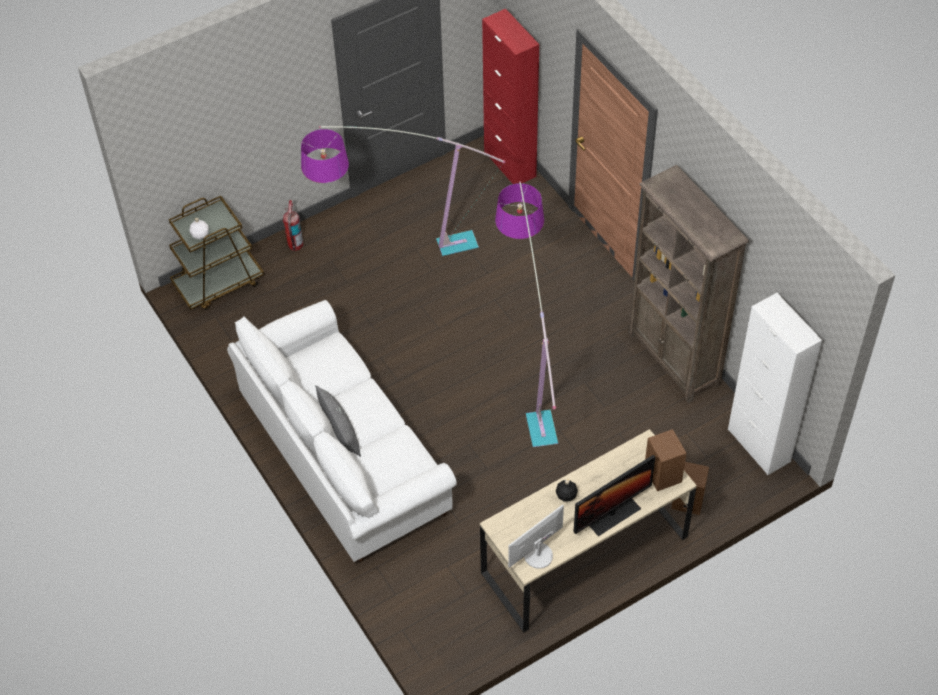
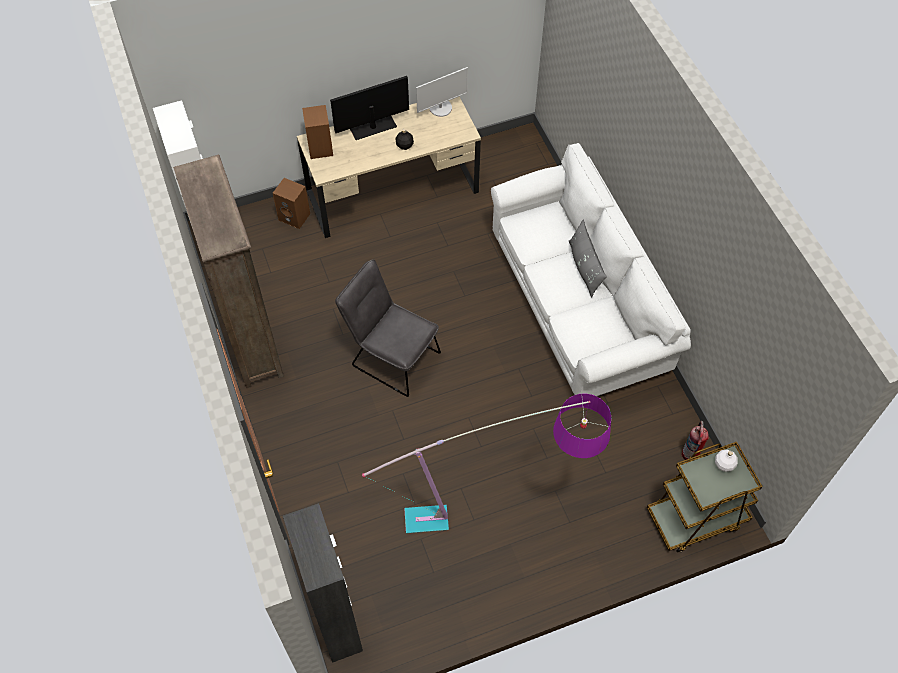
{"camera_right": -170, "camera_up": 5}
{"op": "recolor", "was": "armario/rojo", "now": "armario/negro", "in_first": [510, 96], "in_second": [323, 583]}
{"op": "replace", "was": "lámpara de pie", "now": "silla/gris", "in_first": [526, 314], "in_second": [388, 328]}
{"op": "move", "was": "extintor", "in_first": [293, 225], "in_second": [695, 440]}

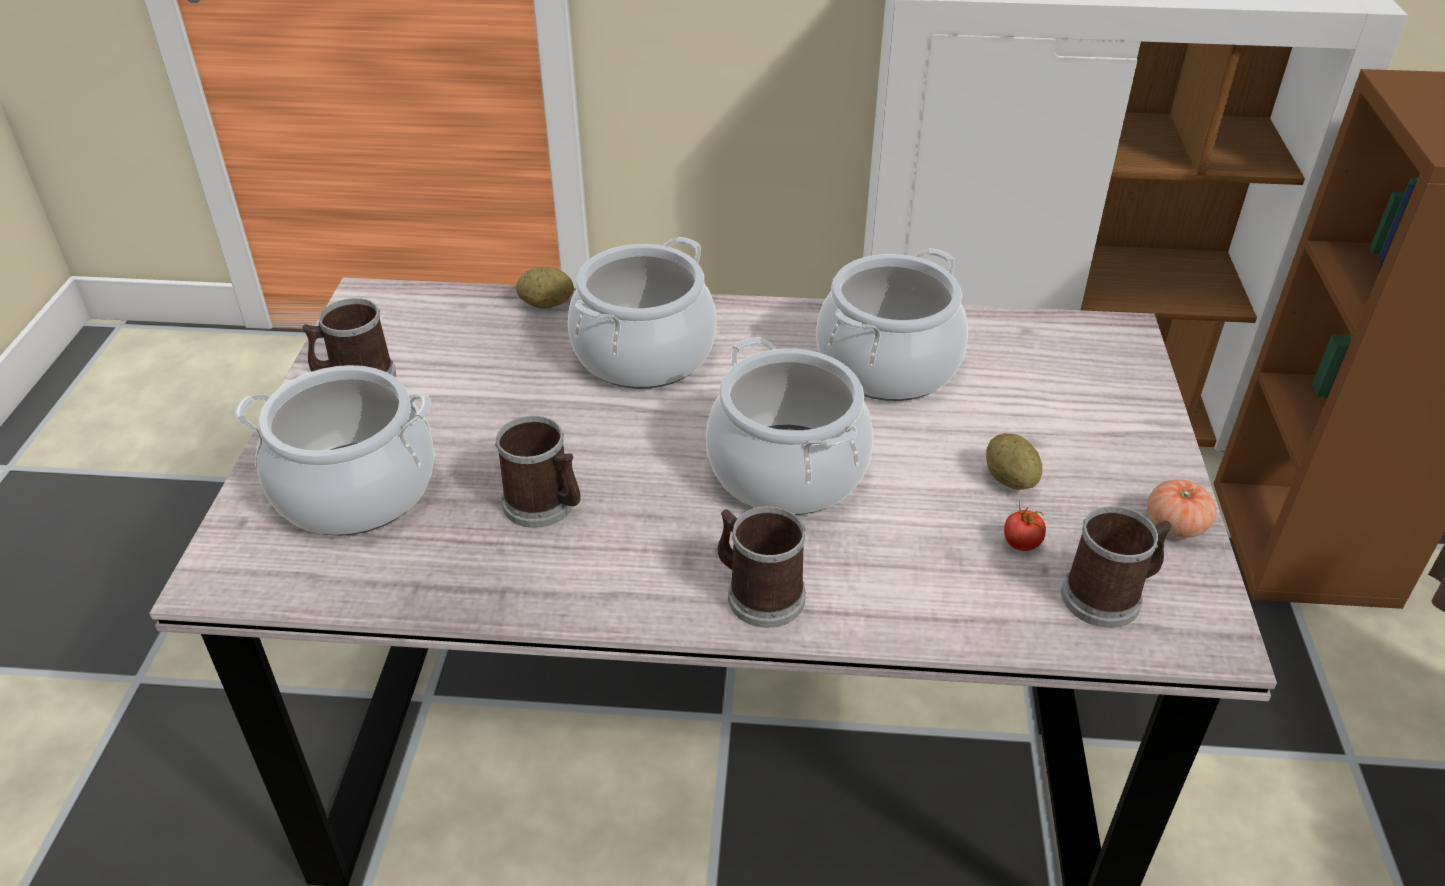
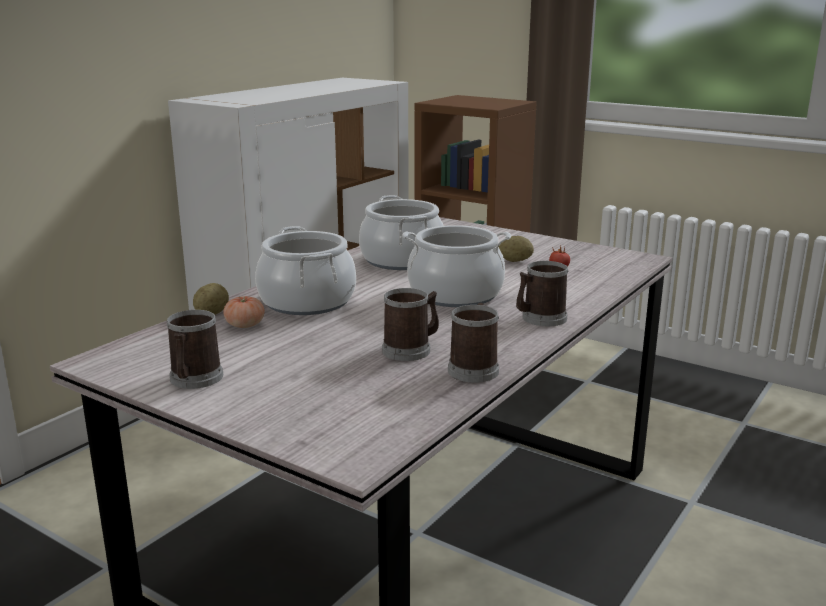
{"camera_right": -60, "camera_up": -20}
{"op": "delete", "was": "olla", "in_first": [334, 450]}
{"op": "move", "was": "tomate", "in_first": [1181, 509], "in_second": [244, 312]}
{"op": "move", "was": "taza grande", "in_first": [1116, 567], "in_second": [473, 343]}

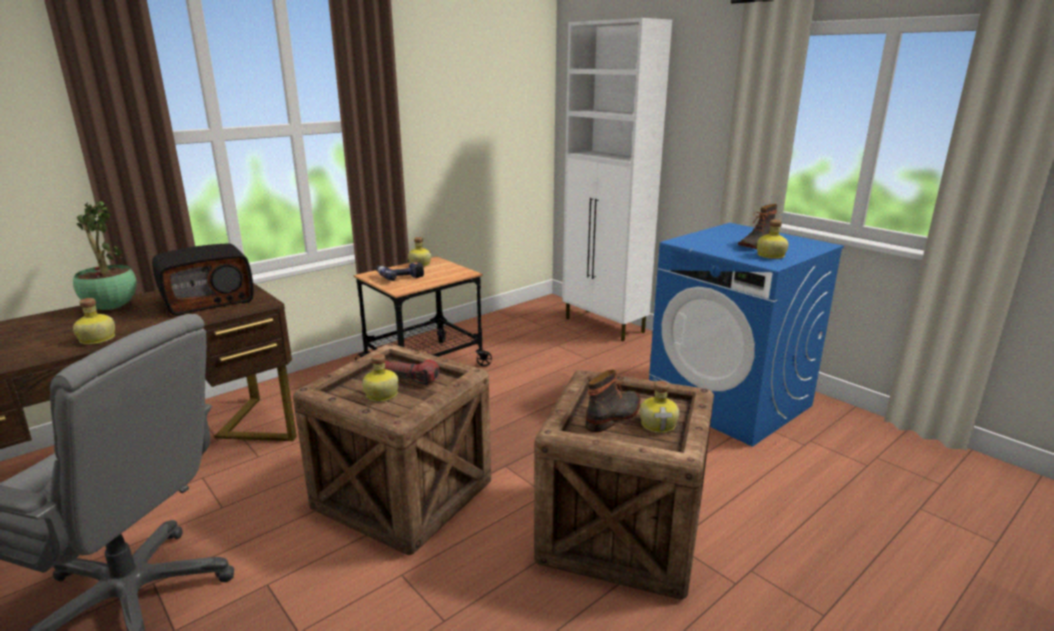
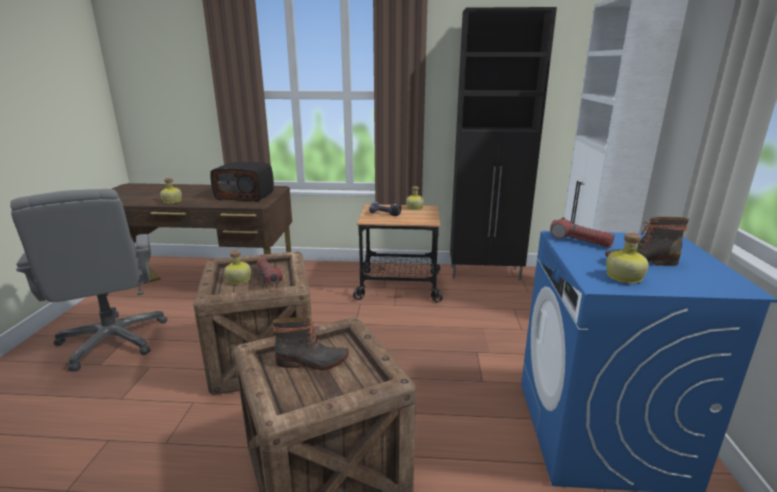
{"camera_right": 45, "camera_up": 0}
{"op": "delete", "was": "planta en maceta", "in_first": [105, 255]}
{"op": "delete", "was": "botella", "in_first": [659, 407]}
{"op": "insert", "now": "armario/negro", "in_second": [503, 143]}
{"op": "insert", "now": "linterna", "in_second": [582, 233]}

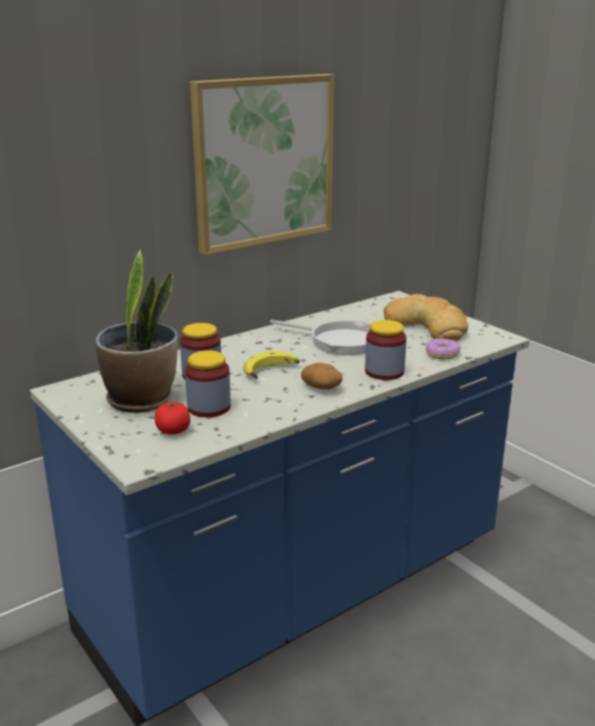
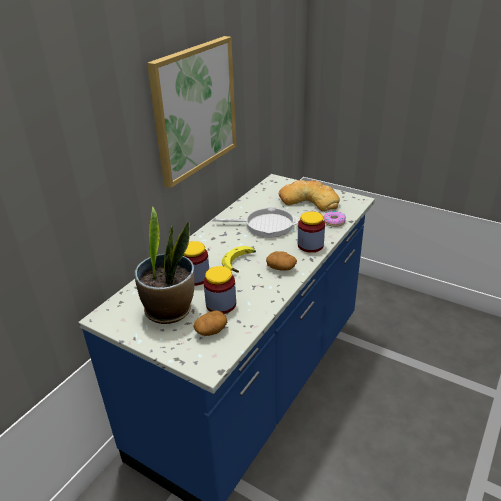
{"camera_right": -20, "camera_up": 10}
{"op": "replace", "was": "tomate", "now": "patata", "in_first": [172, 418], "in_second": [210, 323]}

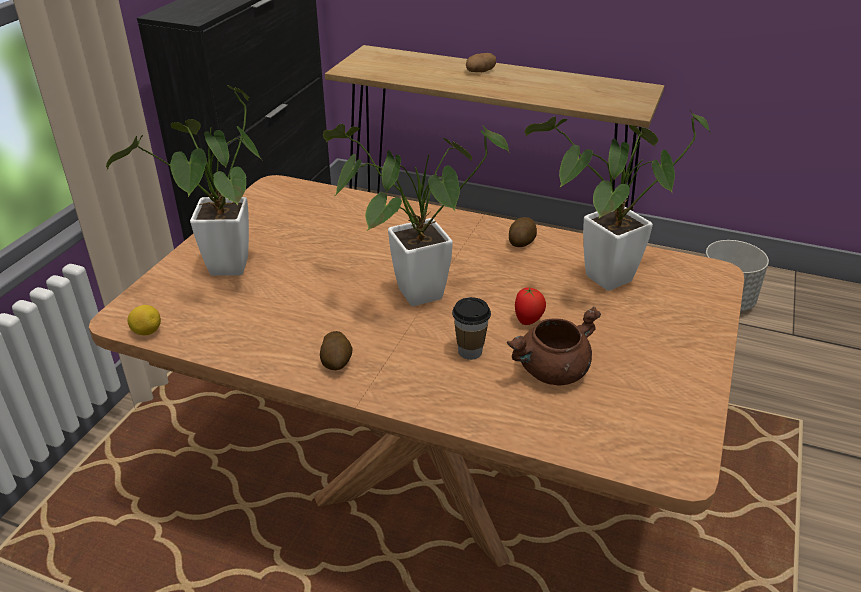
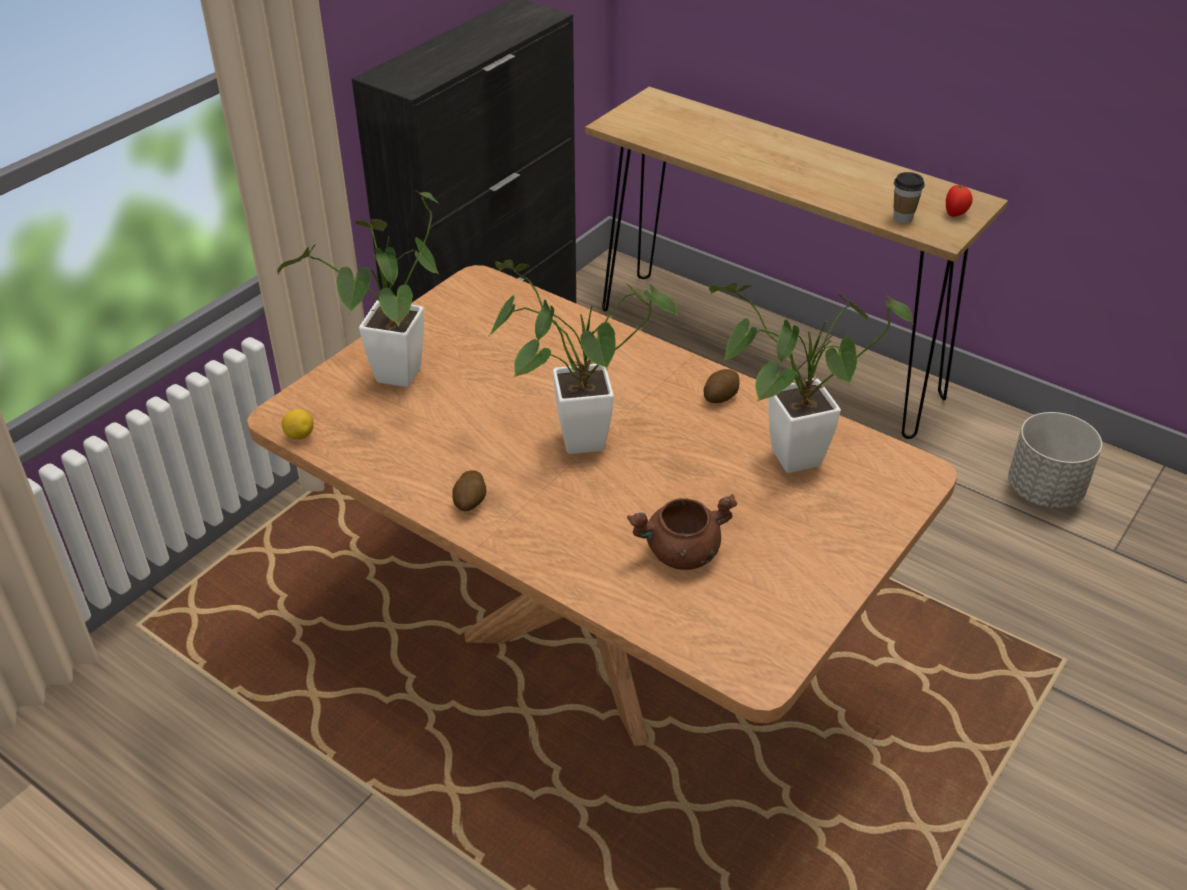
{"camera_right": 15, "camera_up": 5}
{"op": "delete", "was": "patata", "in_first": [481, 62]}
{"op": "move", "was": "tomate", "in_first": [530, 306], "in_second": [959, 200]}
{"op": "move", "was": "taza", "in_first": [471, 328], "in_second": [909, 197]}

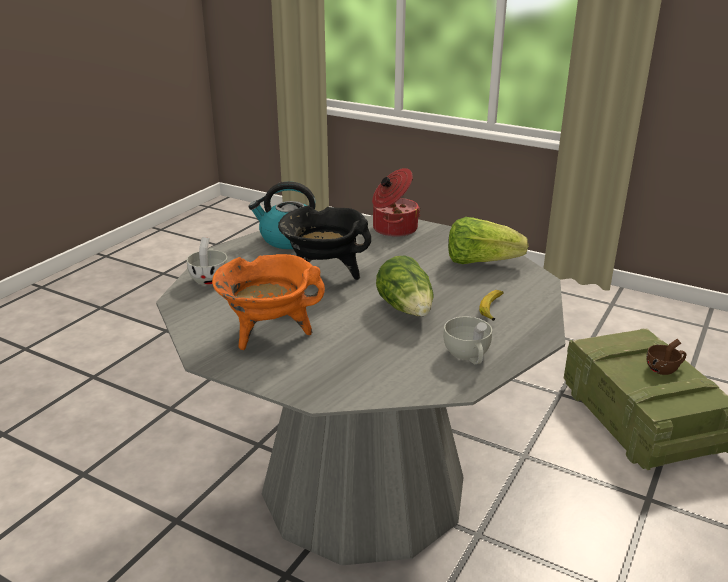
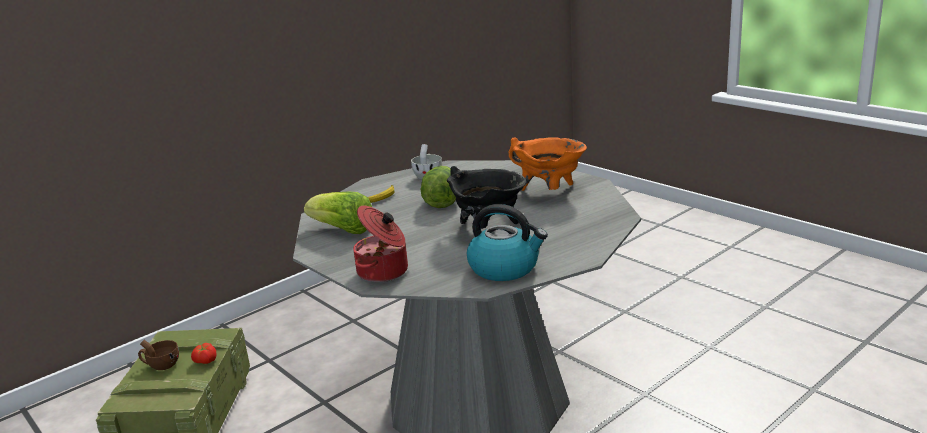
{"camera_right": -160, "camera_up": -5}
{"op": "delete", "was": "taza/blanco", "in_first": [207, 261]}
{"op": "insert", "now": "tomate", "in_second": [203, 353]}

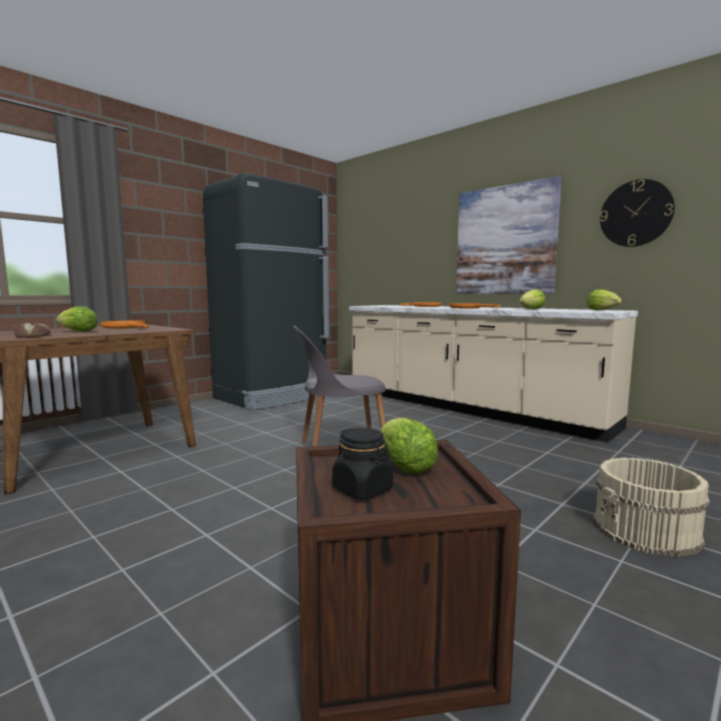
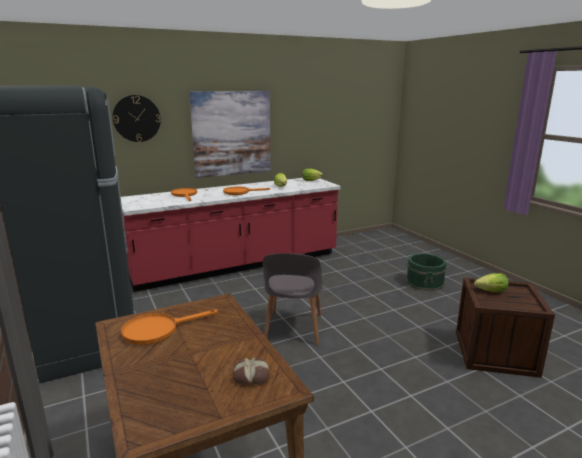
{"camera_right": -70, "camera_up": 10}
{"op": "move", "was": "reloj de pared", "in_first": [637, 213], "in_second": [136, 118]}
{"op": "recolor", "was": "mueble bajo de cocina/beis", "now": "mueble bajo de cocina/rojo", "in_first": [493, 373], "in_second": [231, 235]}
{"op": "delete", "was": "lechuga", "in_first": [77, 319]}
{"op": "delete", "was": "tarro/negro", "in_first": [362, 463]}
{"op": "recolor", "was": "cubo/beis", "now": "cubo/verde", "in_first": [651, 507], "in_second": [426, 272]}

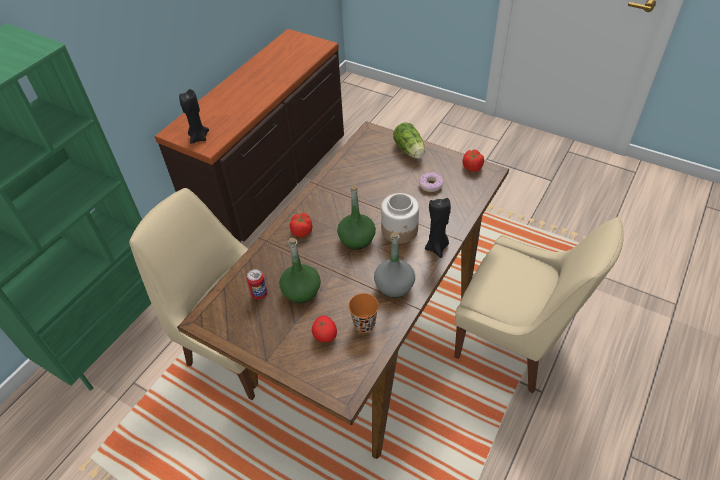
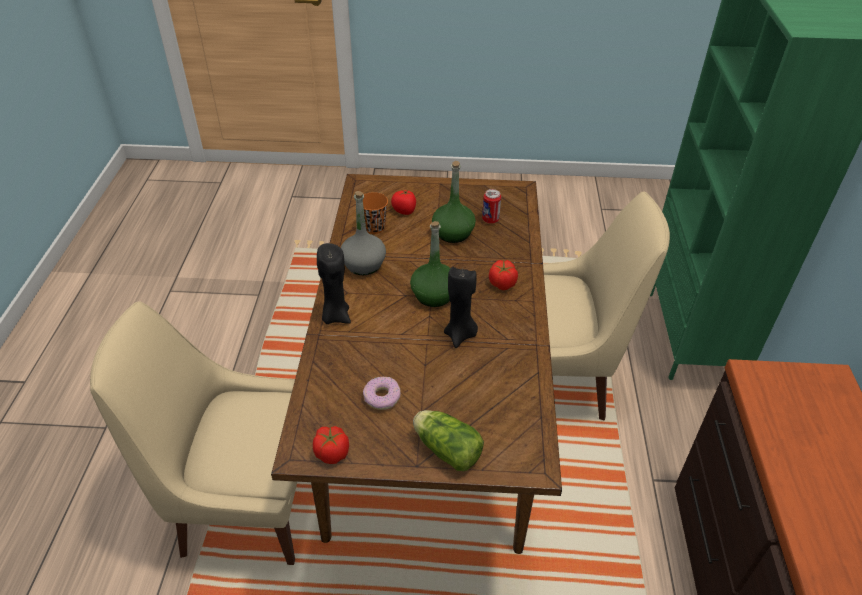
{"camera_right": 150, "camera_up": -5}
{"op": "move", "was": "vela/negro", "in_first": [194, 116], "in_second": [461, 307]}
{"op": "delete", "was": "tarro", "in_first": [400, 218]}

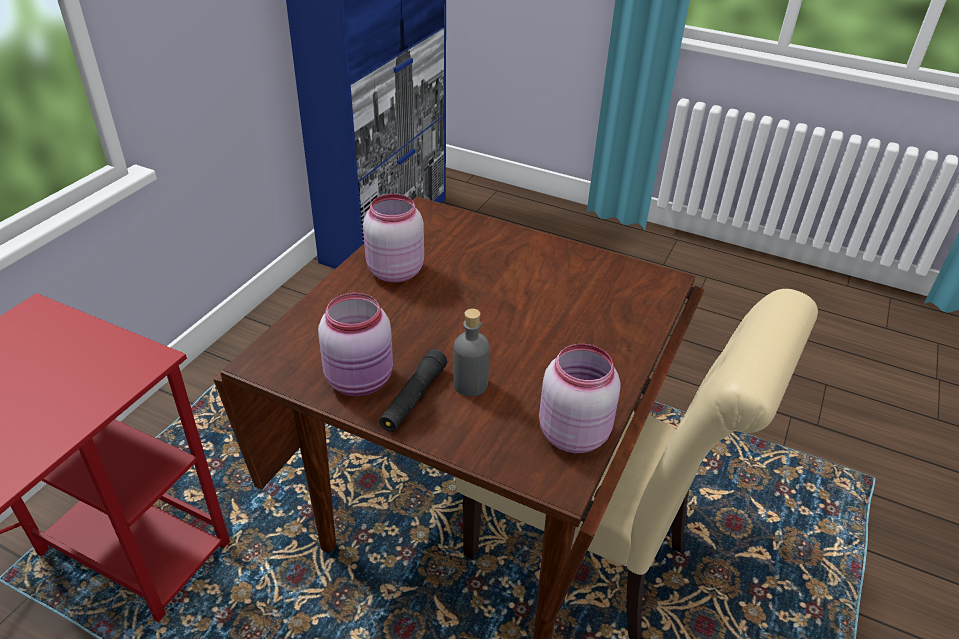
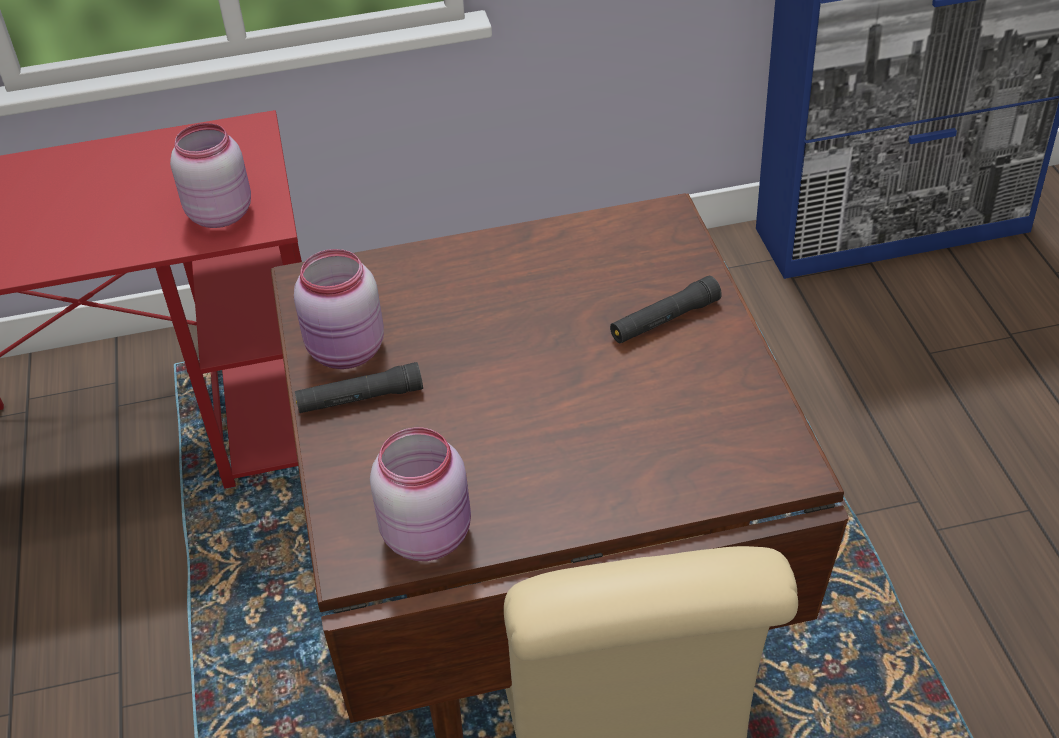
{"camera_right": 55, "camera_up": 5}
{"op": "move", "was": "tarro/rosa", "in_first": [393, 238], "in_second": [210, 175]}
{"op": "delete", "was": "botella/gris", "in_first": [471, 353]}
{"op": "insert", "now": "linterna/negro", "in_second": [666, 309]}

